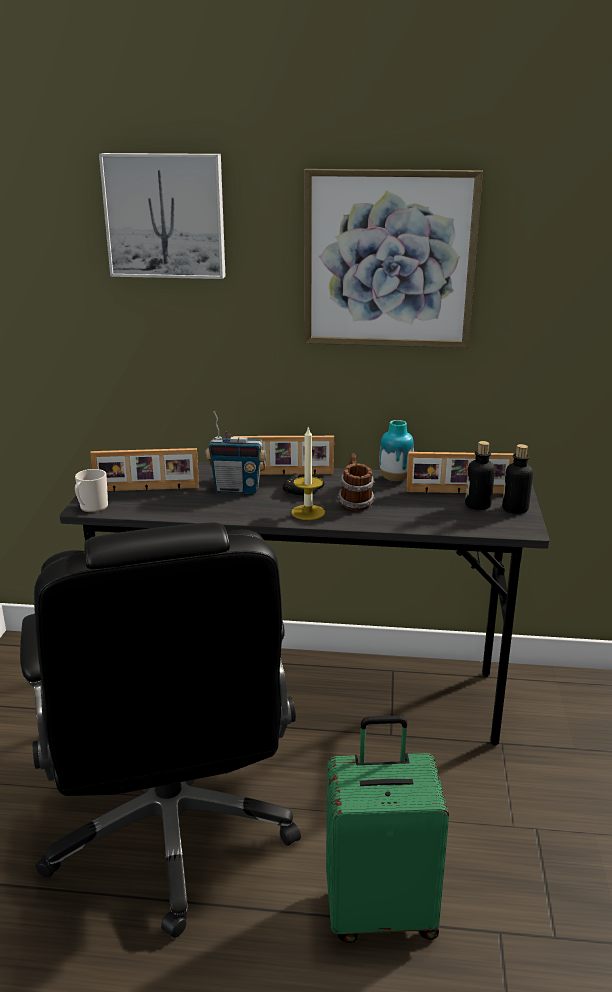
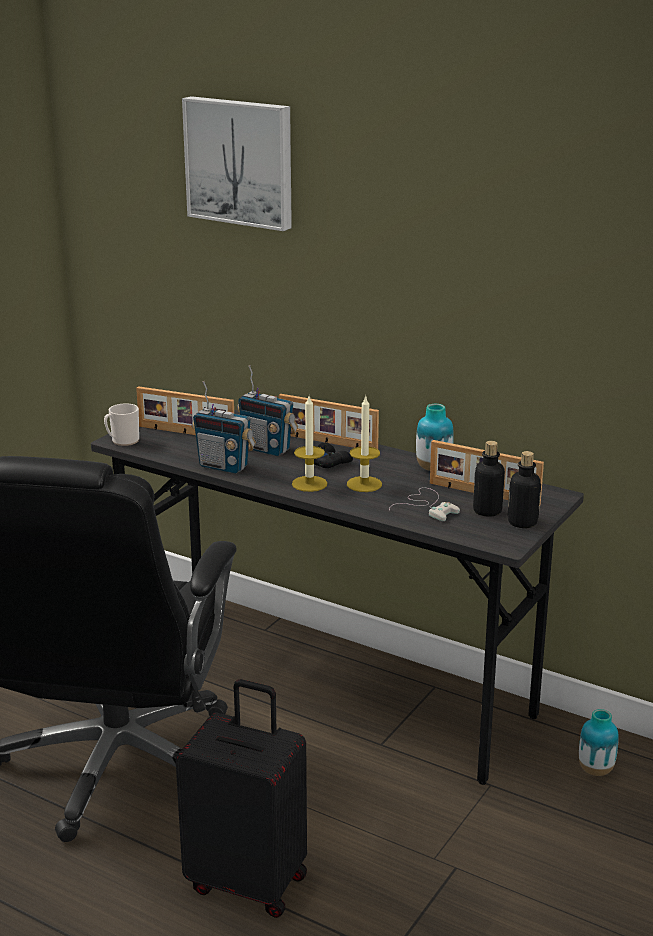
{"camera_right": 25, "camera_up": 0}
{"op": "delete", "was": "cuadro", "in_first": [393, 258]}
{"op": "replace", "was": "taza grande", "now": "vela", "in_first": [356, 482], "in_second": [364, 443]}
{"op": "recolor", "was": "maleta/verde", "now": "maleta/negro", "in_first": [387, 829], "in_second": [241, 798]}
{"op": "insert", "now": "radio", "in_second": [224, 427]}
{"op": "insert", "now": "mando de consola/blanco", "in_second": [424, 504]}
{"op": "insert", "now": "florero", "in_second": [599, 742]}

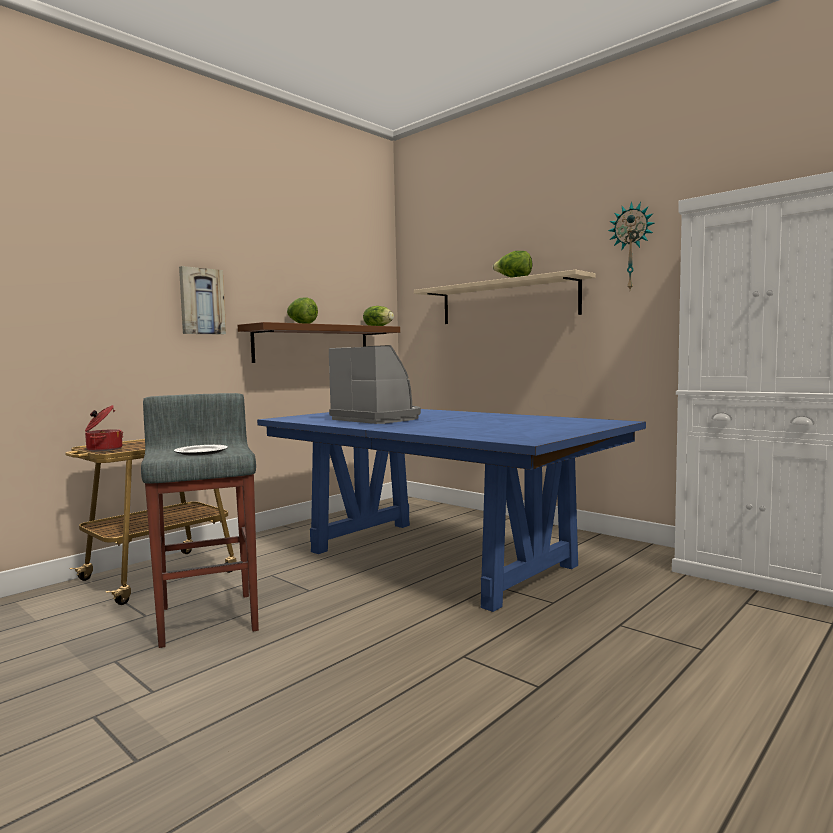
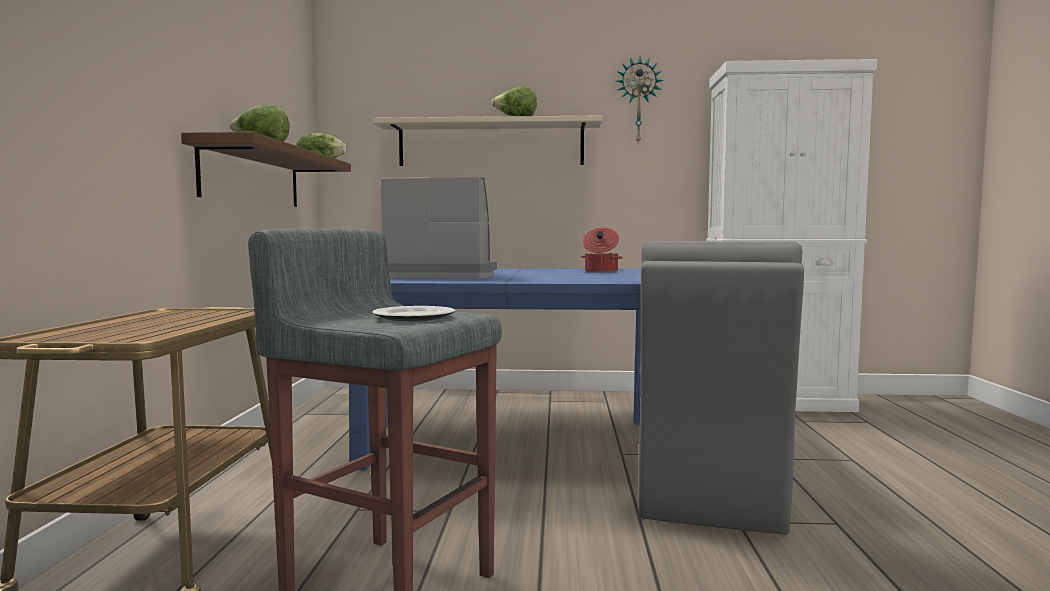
{"camera_right": -40, "camera_up": 0}
{"op": "delete", "was": "cuadro", "in_first": [202, 300]}
{"op": "move", "was": "olla", "in_first": [104, 428], "in_second": [602, 250]}
{"op": "insert", "now": "silla/gris", "in_second": [721, 388]}

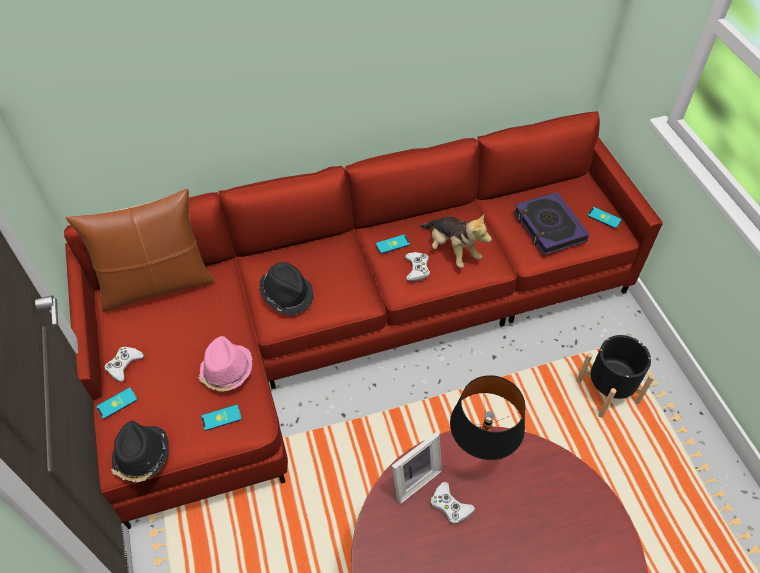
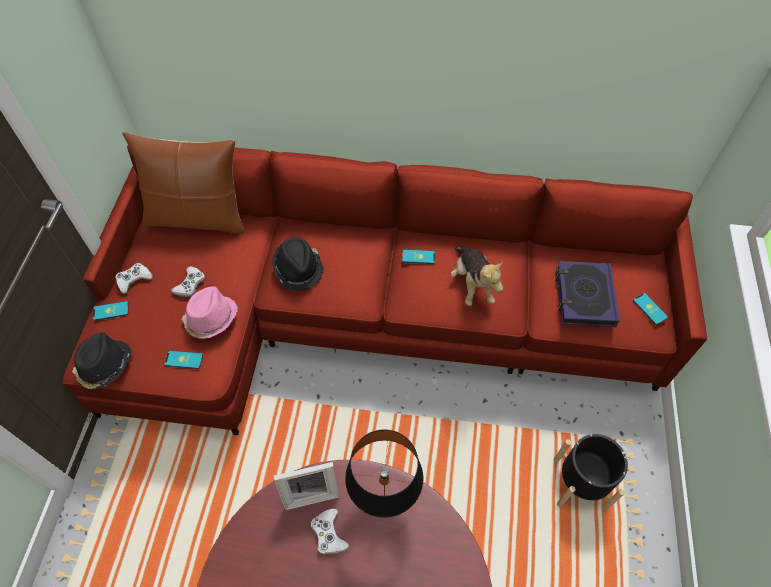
{"camera_right": 25, "camera_up": 5}
{"op": "move", "was": "mando de consola/blanco", "in_first": [417, 266], "in_second": [188, 281]}

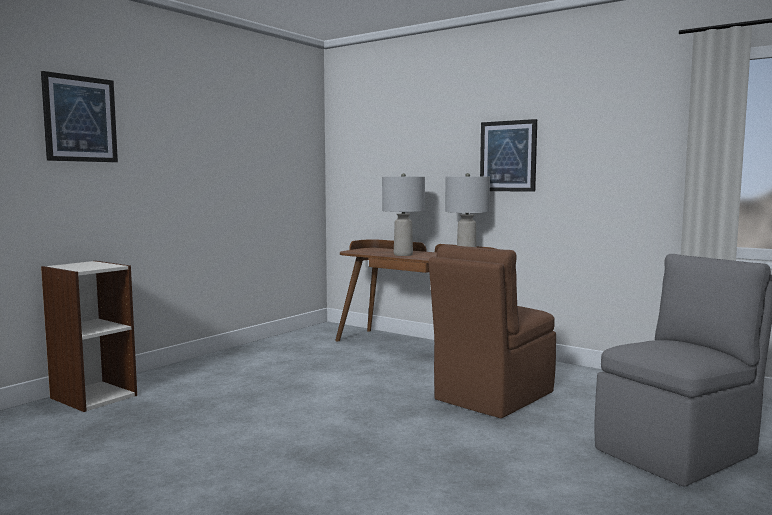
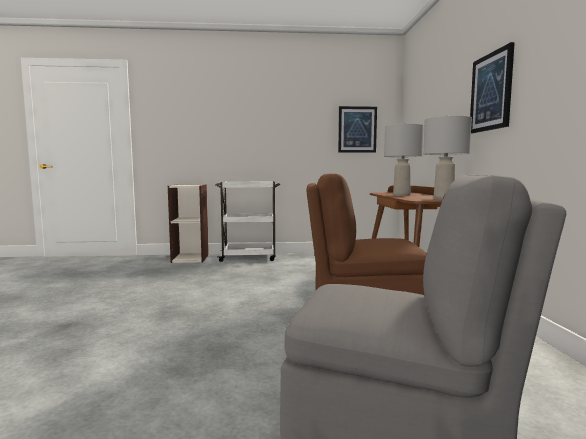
{"camera_right": 50, "camera_up": 0}
{"op": "move", "was": "cuadro", "in_first": [79, 116], "in_second": [357, 129]}
{"op": "insert", "now": "carrito/blanco", "in_second": [247, 221]}

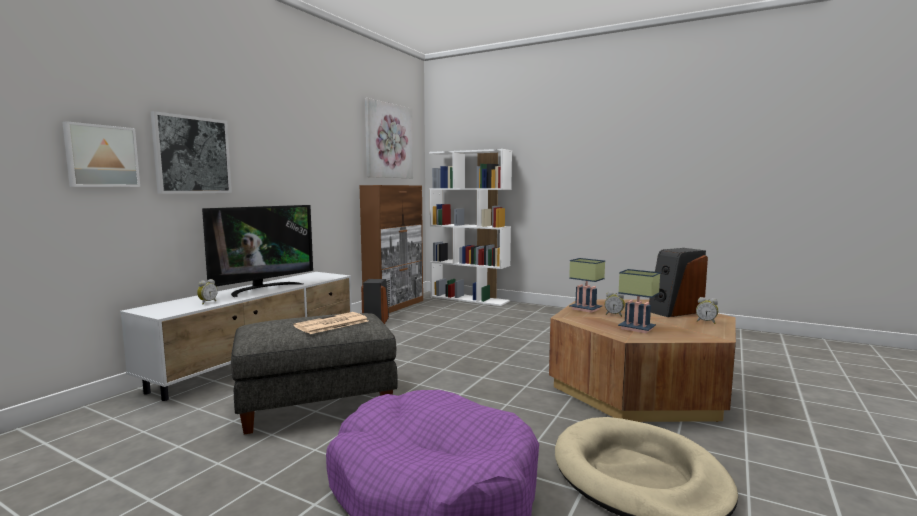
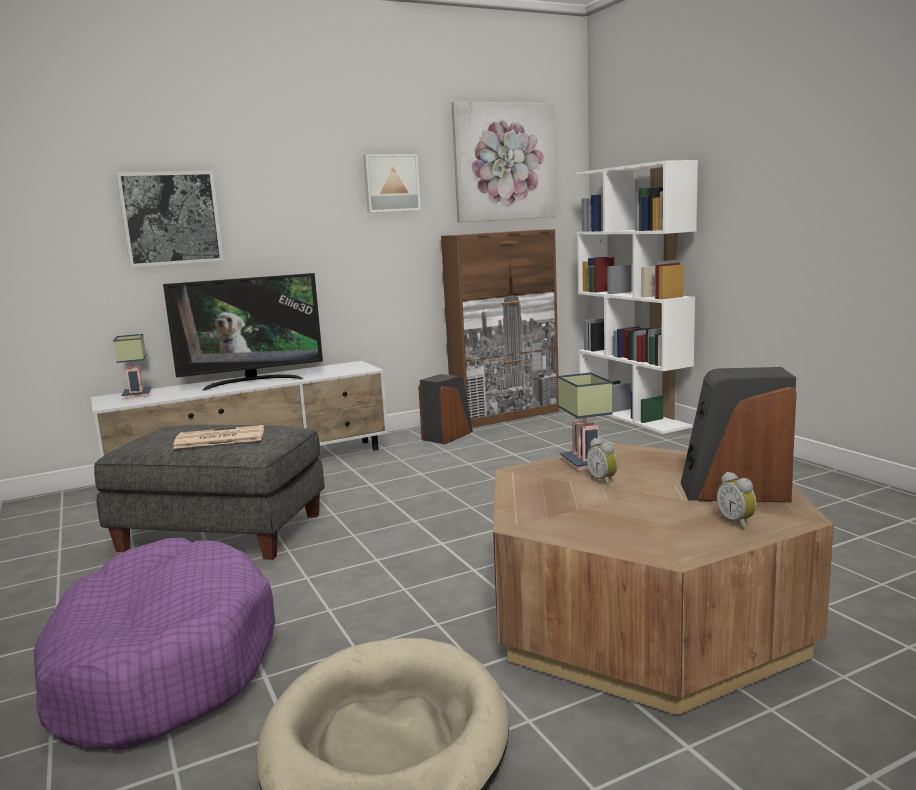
{"camera_right": 35, "camera_up": 5}
{"op": "move", "was": "cuadro", "in_first": [101, 154], "in_second": [392, 183]}
{"op": "move", "was": "lámpara de mesa", "in_first": [639, 301], "in_second": [132, 366]}
{"op": "delete", "was": "despertador", "in_first": [207, 291]}

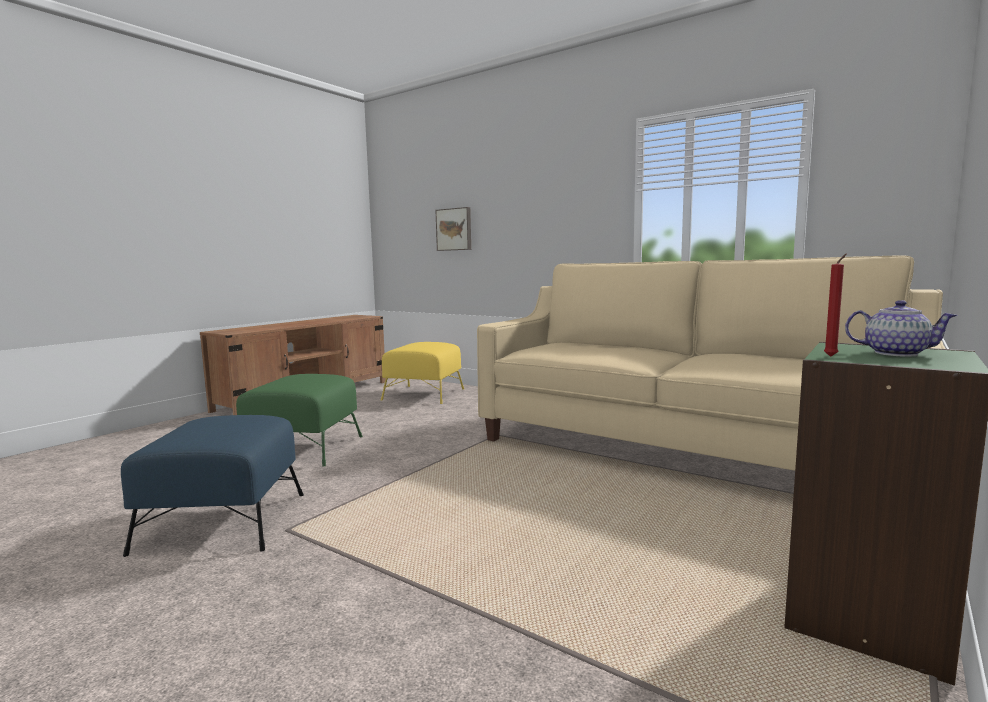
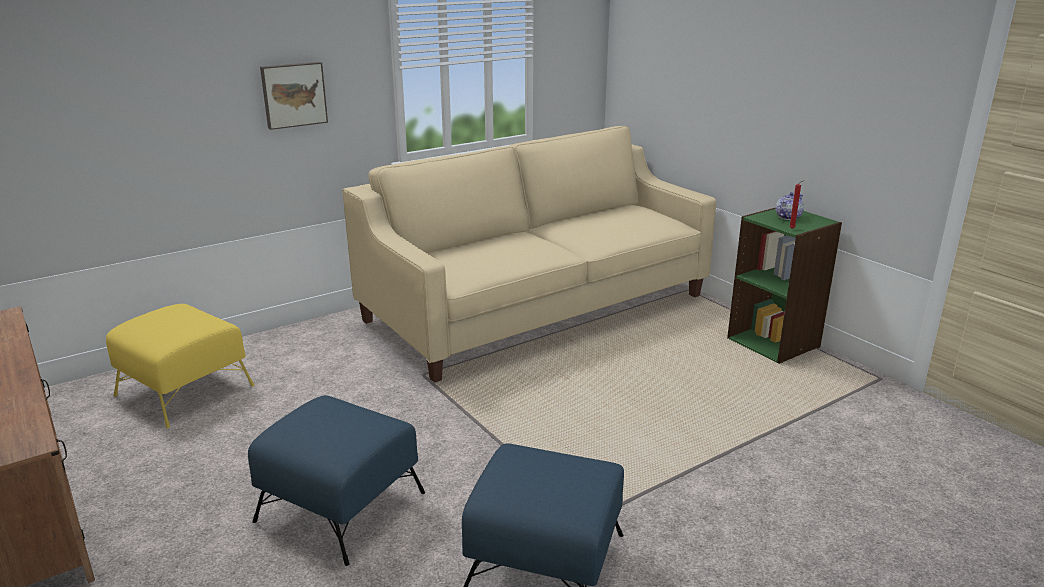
{"camera_right": -70, "camera_up": 15}
{"op": "move", "was": "cuadro", "in_first": [453, 229], "in_second": [294, 96]}
{"op": "recolor", "was": "puf/verde", "now": "puf/azul", "in_first": [299, 420], "in_second": [336, 480]}

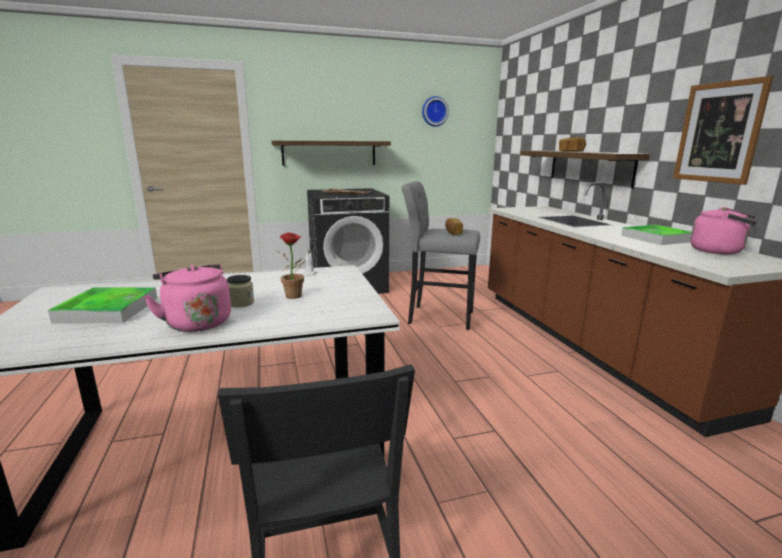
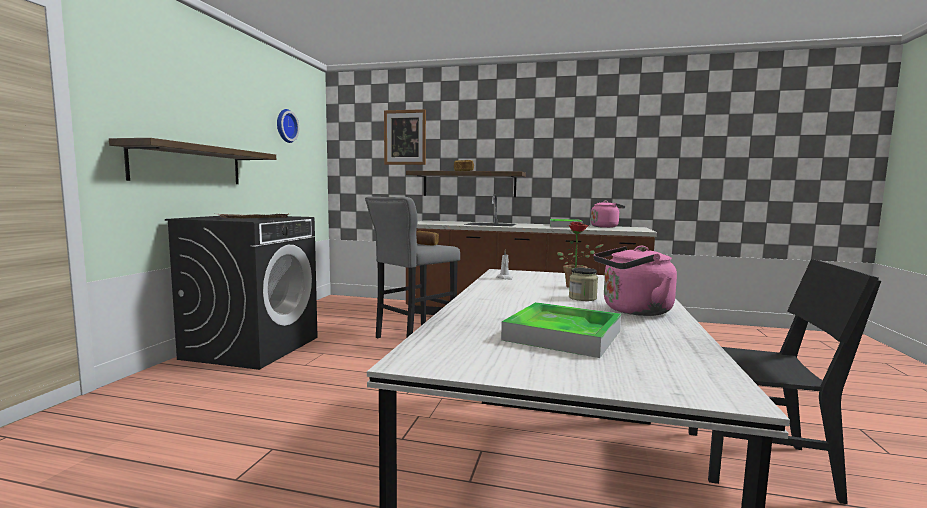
{"camera_right": -60, "camera_up": -10}
{"op": "move", "was": "cuadro", "in_first": [723, 130], "in_second": [405, 137]}

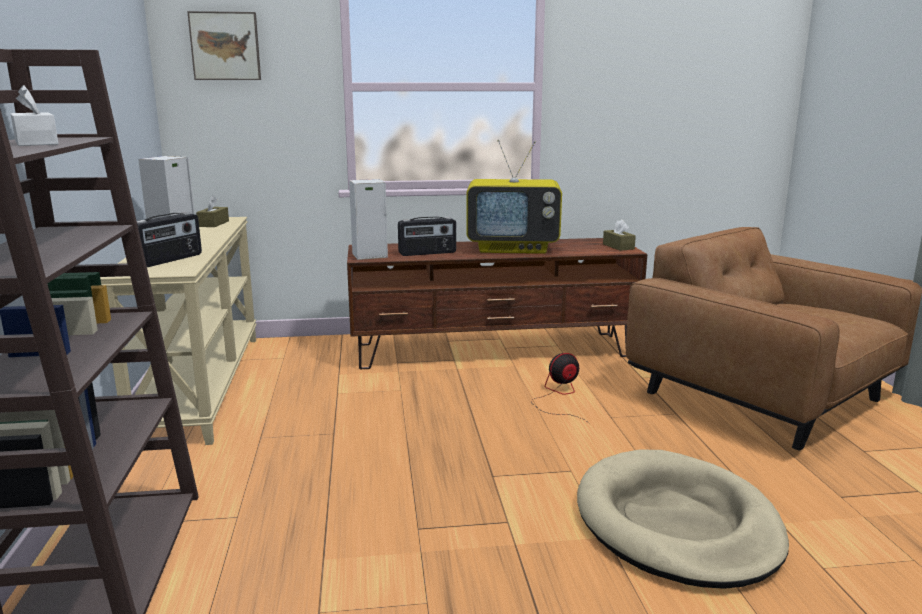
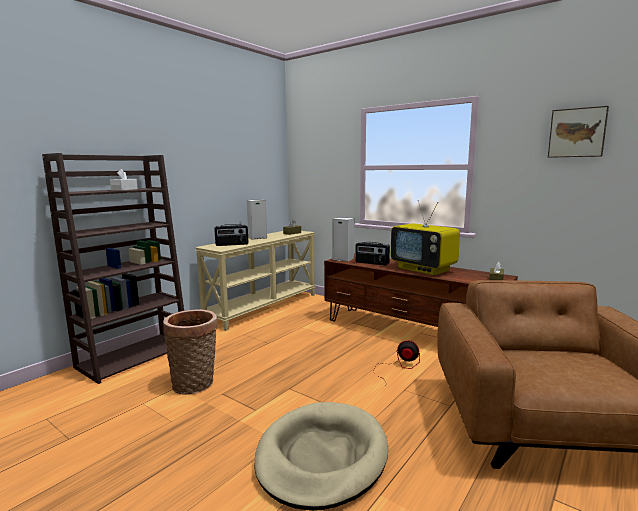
{"camera_right": 45, "camera_up": -5}
{"op": "move", "was": "cuadro", "in_first": [224, 45], "in_second": [578, 132]}
{"op": "insert", "now": "cesta", "in_second": [190, 352]}

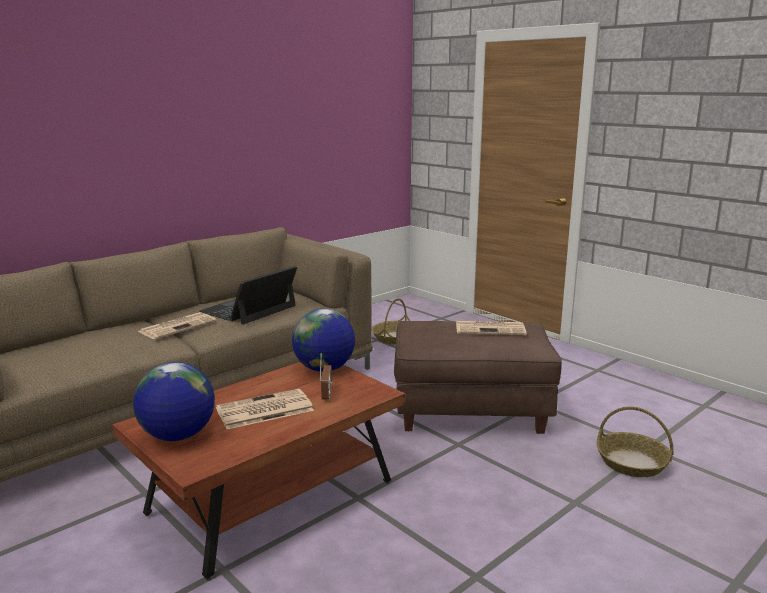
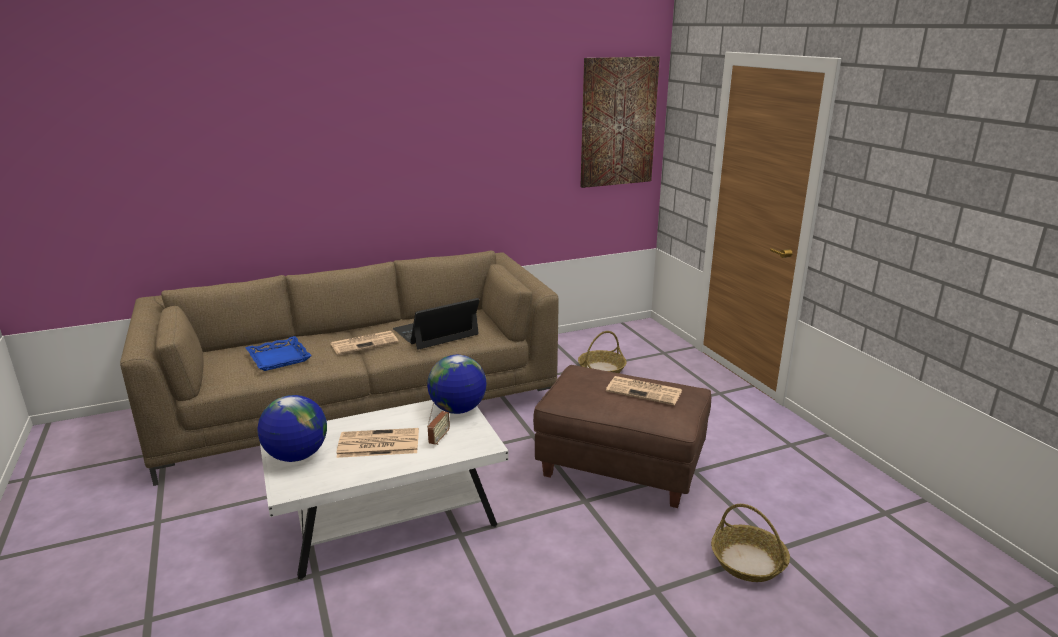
{"camera_right": 20, "camera_up": 5}
{"op": "recolor", "was": "mesa de centro/marrón", "now": "mesa de centro/blanco", "in_first": [259, 471], "in_second": [384, 490]}
{"op": "insert", "now": "cuadro", "in_second": [620, 122]}
{"op": "insert", "now": "bandeja/azul", "in_second": [279, 353]}

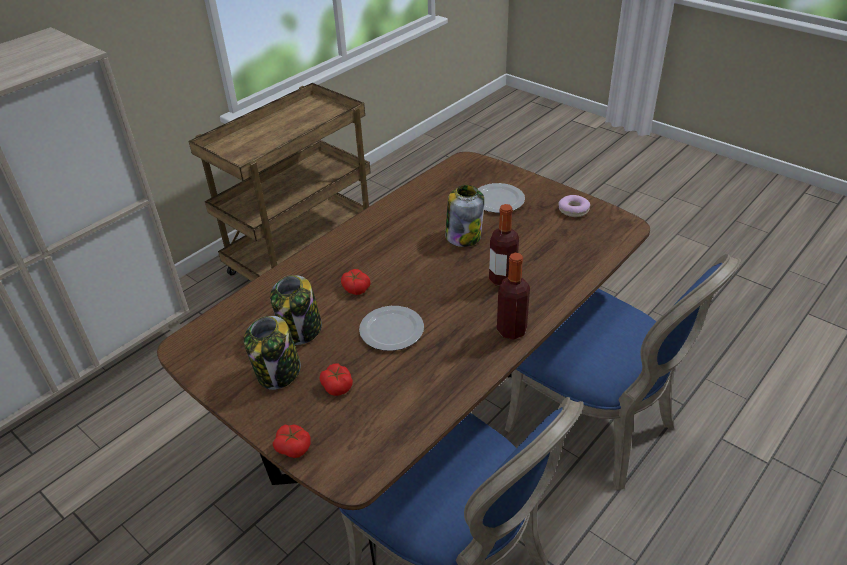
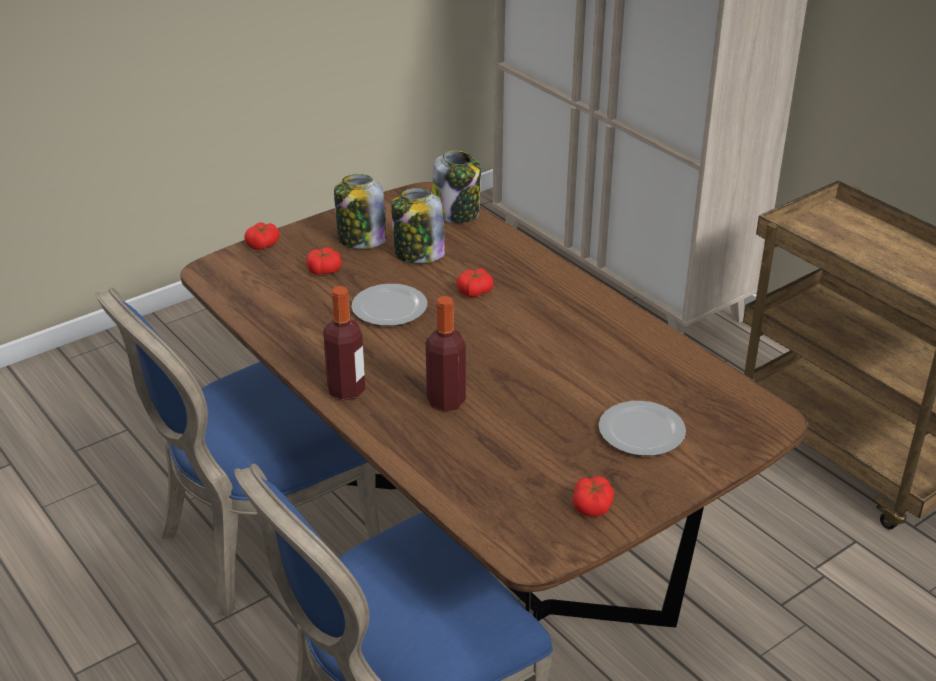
{"camera_right": 100, "camera_up": -5}
{"op": "move", "was": "tarro", "in_first": [464, 216], "in_second": [456, 187]}
{"op": "replace", "was": "rosquilla", "now": "tomate", "in_first": [574, 206], "in_second": [593, 496]}

